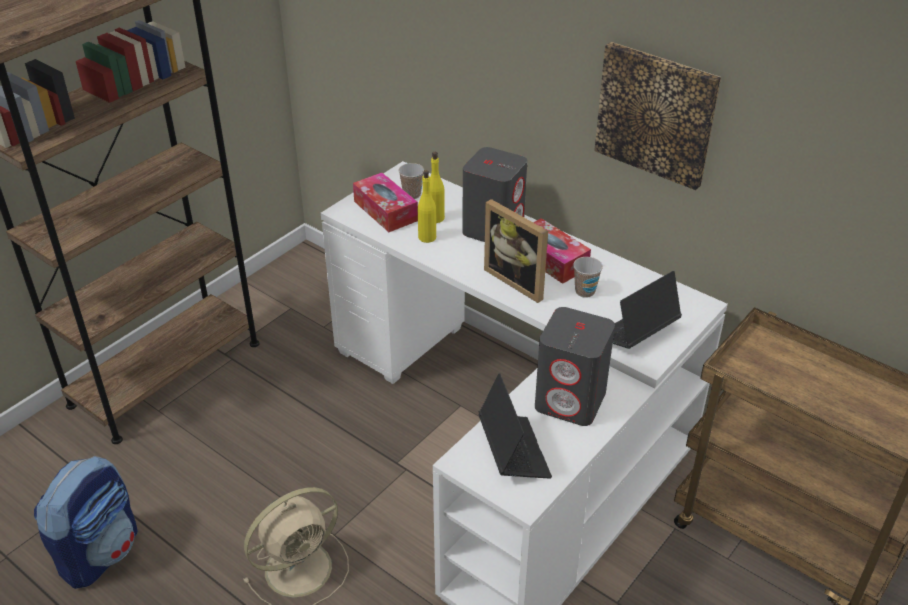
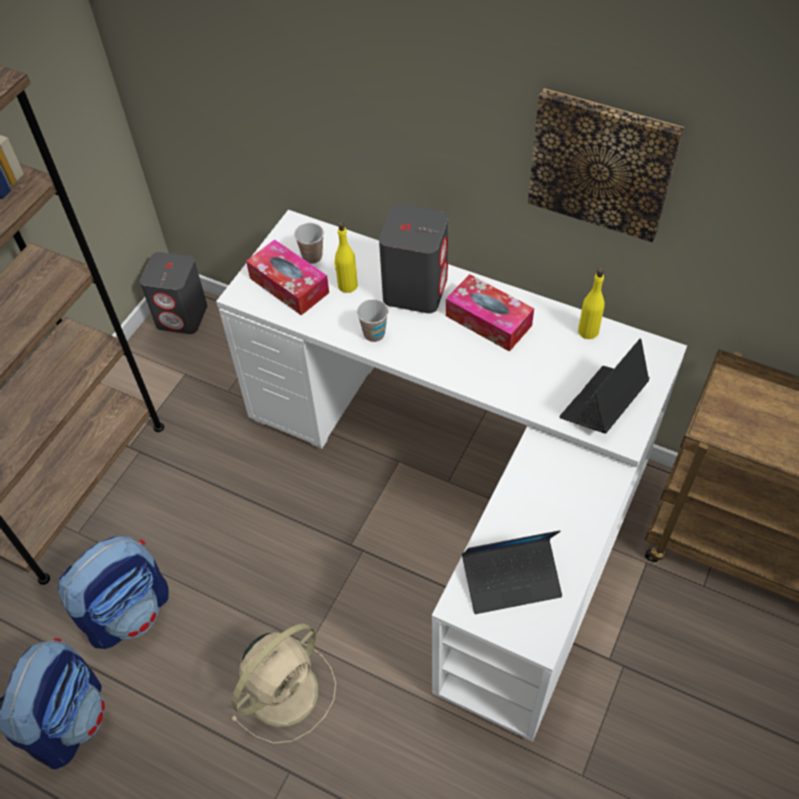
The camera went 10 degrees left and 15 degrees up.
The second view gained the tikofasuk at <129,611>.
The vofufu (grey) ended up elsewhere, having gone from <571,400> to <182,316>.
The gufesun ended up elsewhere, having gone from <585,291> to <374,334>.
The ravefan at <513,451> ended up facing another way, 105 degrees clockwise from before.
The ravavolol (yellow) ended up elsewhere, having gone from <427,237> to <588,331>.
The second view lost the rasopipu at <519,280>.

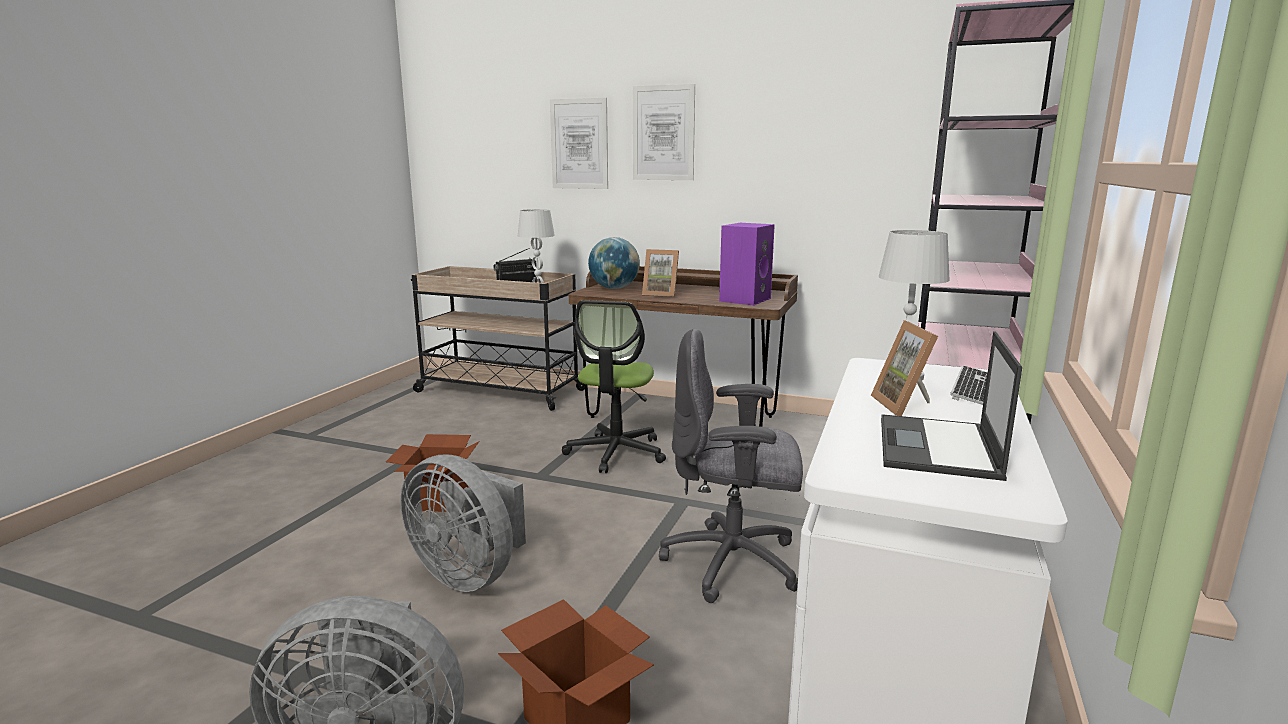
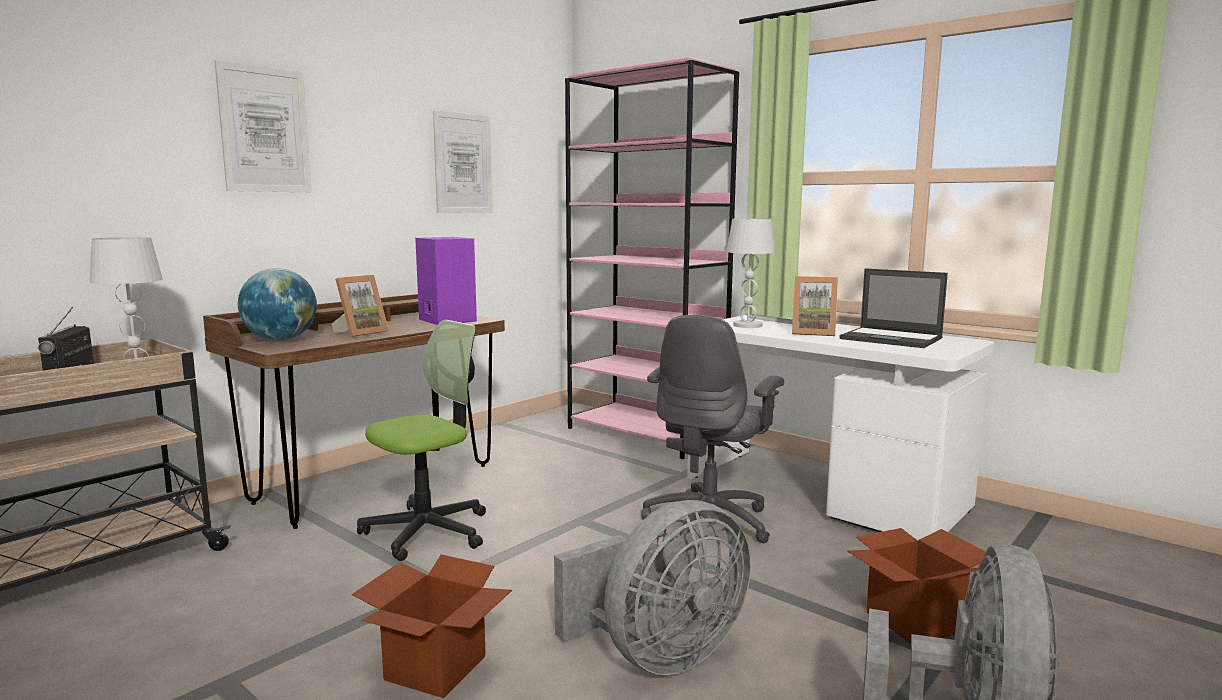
The camera went 70 degrees left and 5 degrees down.
The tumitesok at <616,452> ended up facing another way, 75 degrees counterclockwise from before.
The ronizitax ended up elsewhere, having gone from <579,144> to <463,163>.

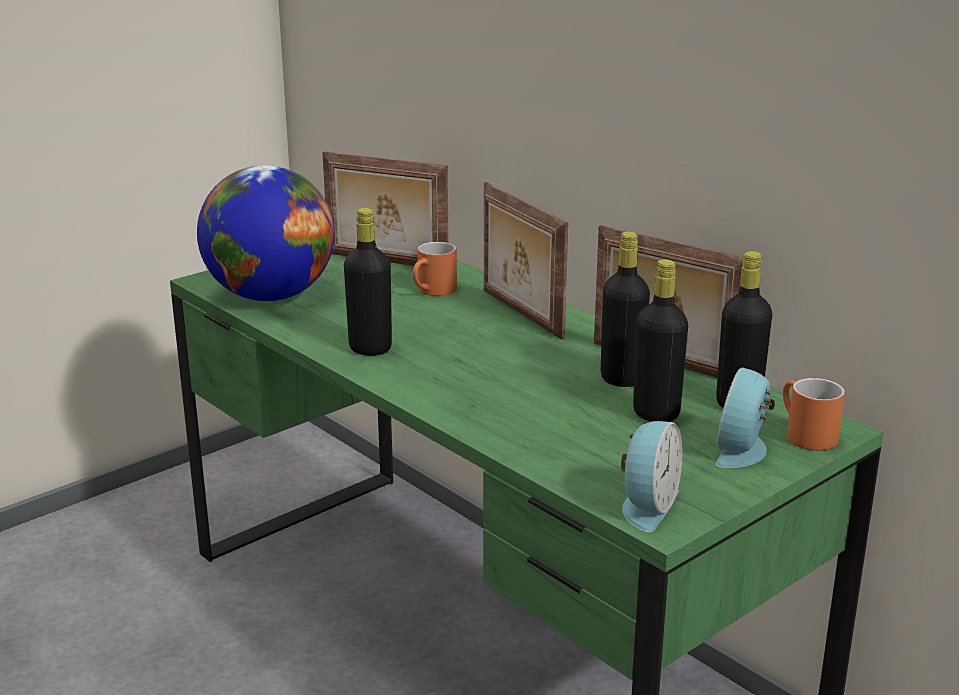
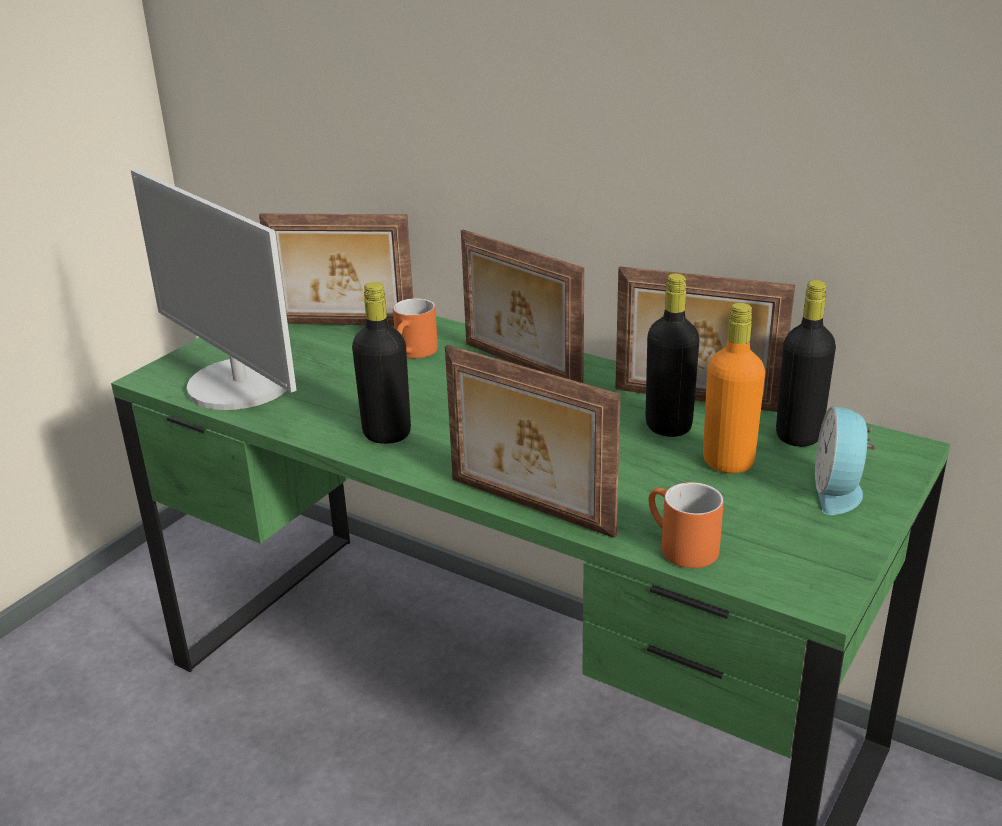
The camera went 15 degrees left and 5 degrees up.
Where the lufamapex stood at <270,296>, the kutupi came to stand at <239,385>.
The second view gained the rasopipu at <529,508>.
The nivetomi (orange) ended up elsewhere, having gone from <803,435> to <679,547>.
What was the ravavolol (black) at <656,413> turned into the ravavolol (orange) at <728,462>.
The second view lost the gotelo at <646,505>.

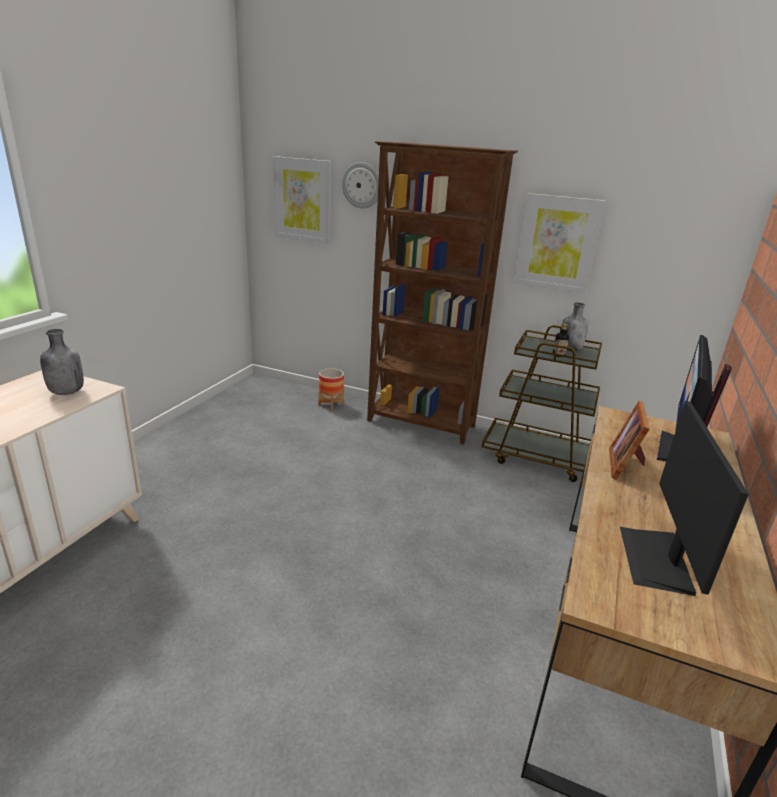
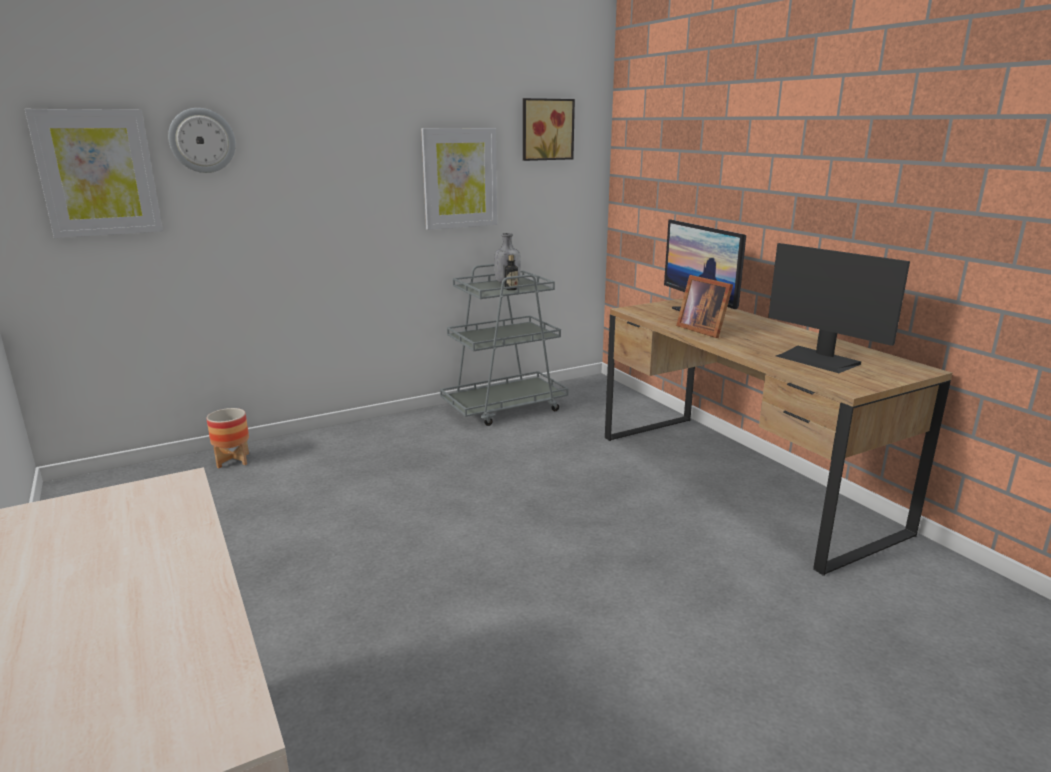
The camera went 50 degrees left and 5 degrees down.
What was the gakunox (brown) at <537,457> turned into the gakunox (grey) at <505,408>.
The second view gained the ronizitax at <546,129>.
The second view lost the ravavolol (grey) at <66,392>.
The second view lost the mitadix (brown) at <421,424>.

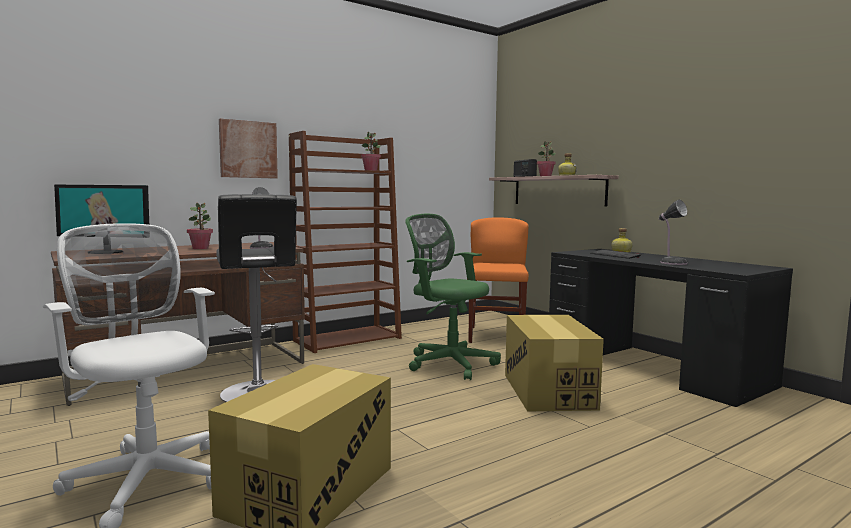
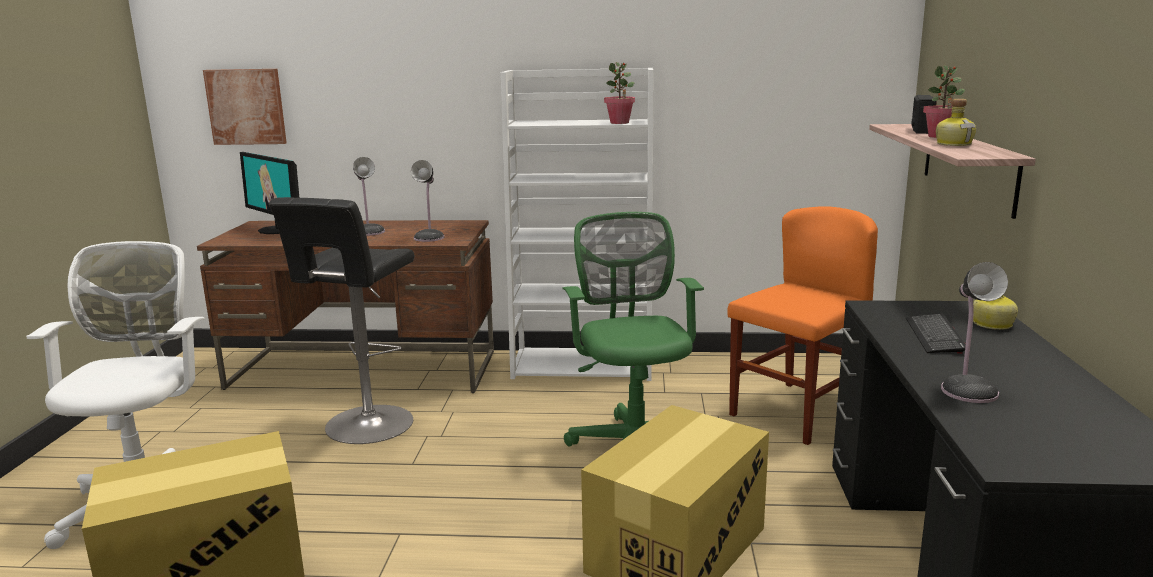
The camera went 40 degrees right and 10 degrees up.
The ronizitax ended up elsewhere, having gone from <248,149> to <246,106>.
Where the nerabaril stood at <200,248>, the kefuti came to stand at <370,231>.
What was the mitadix (brown) at <348,339> turned into the mitadix (white) at <584,365>.

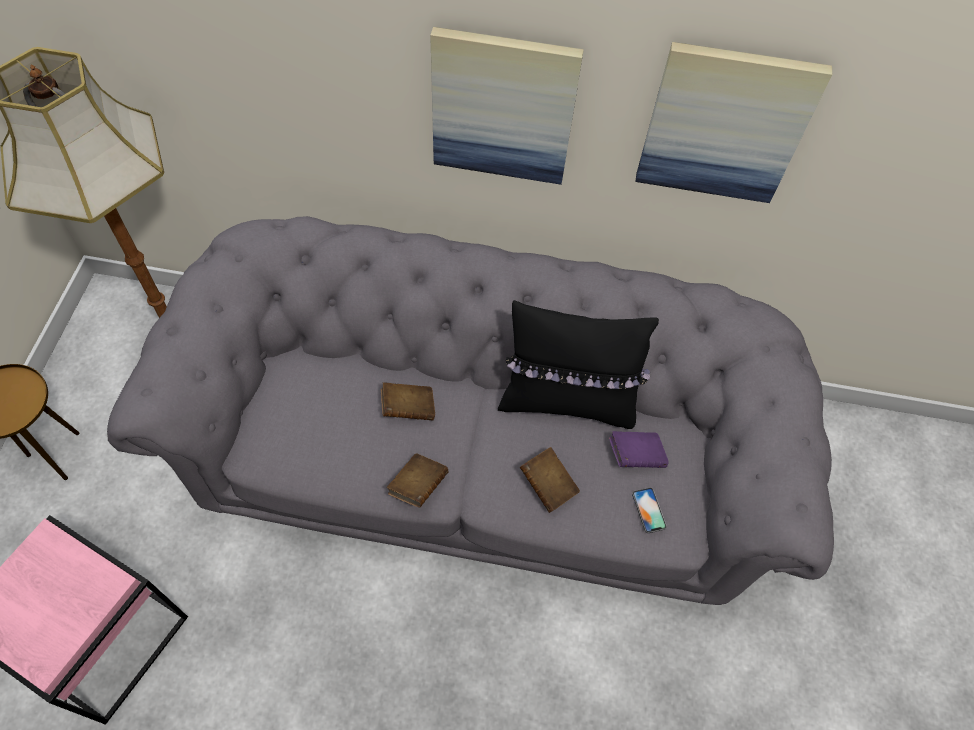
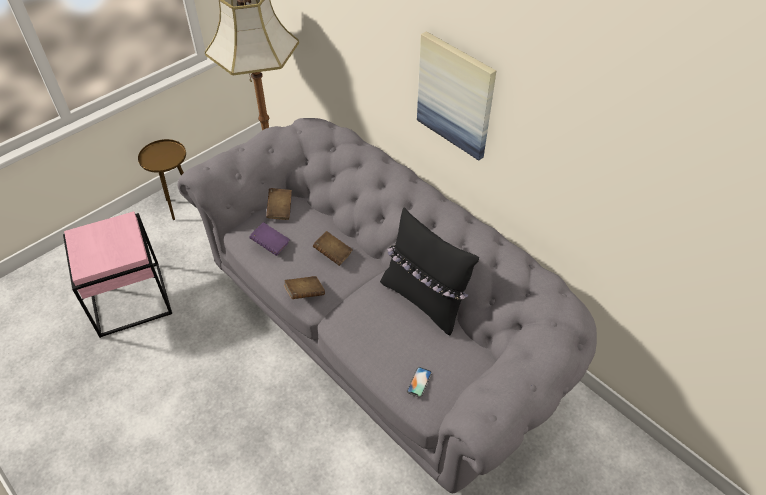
The camera went 40 degrees right and 10 degrees down.
The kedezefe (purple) ended up elsewhere, having gone from <635,456> to <270,245>.
The kedezefe (brown) ended up elsewhere, having gone from <548,485> to <280,210>.
The second view lost the ronizitax at <725,124>.

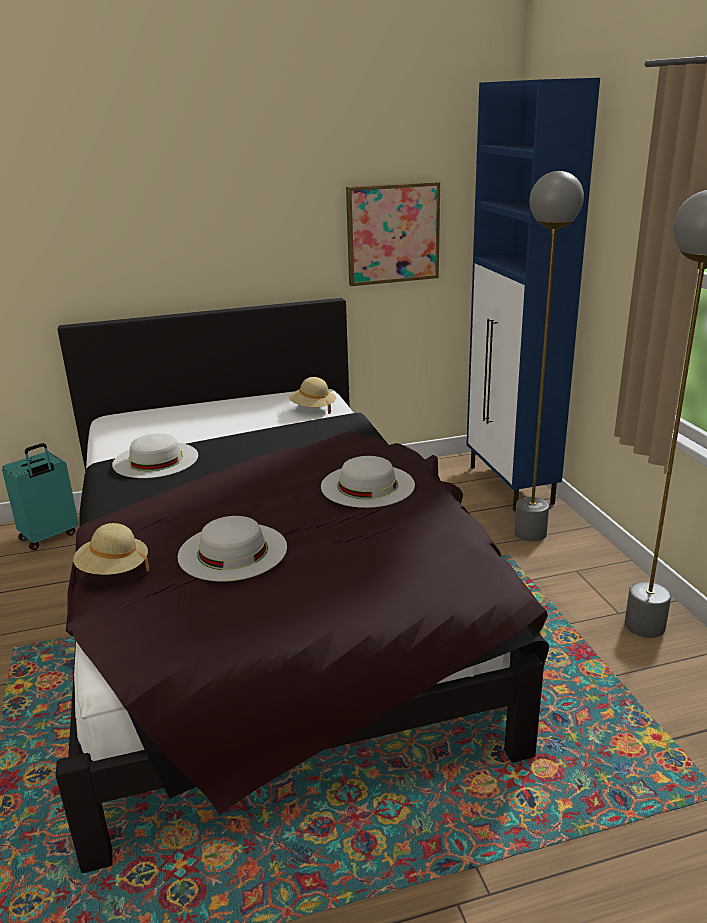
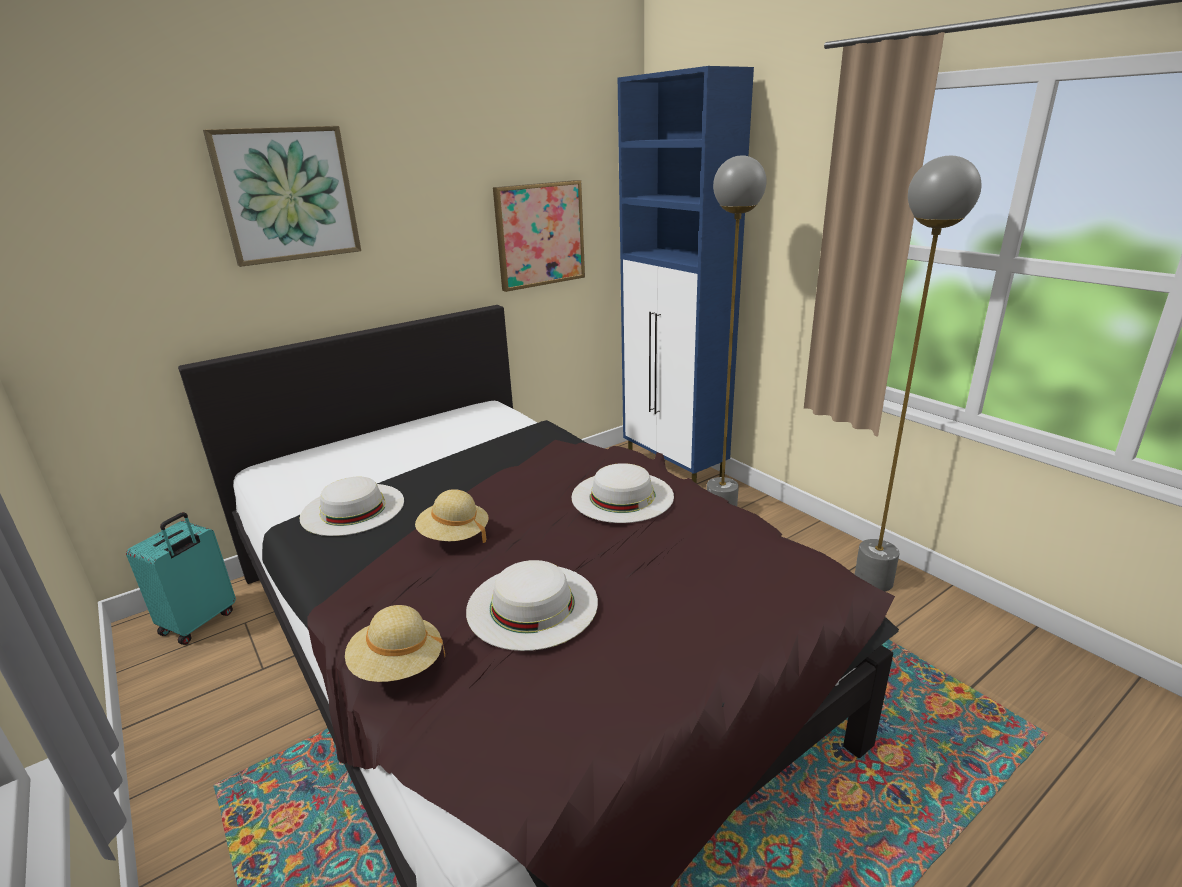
The camera went 20 degrees left and 0 degrees up.
The second view gained the ronizitax at <287,195>.
The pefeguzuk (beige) ended up elsewhere, having gone from <313,408> to <454,536>.

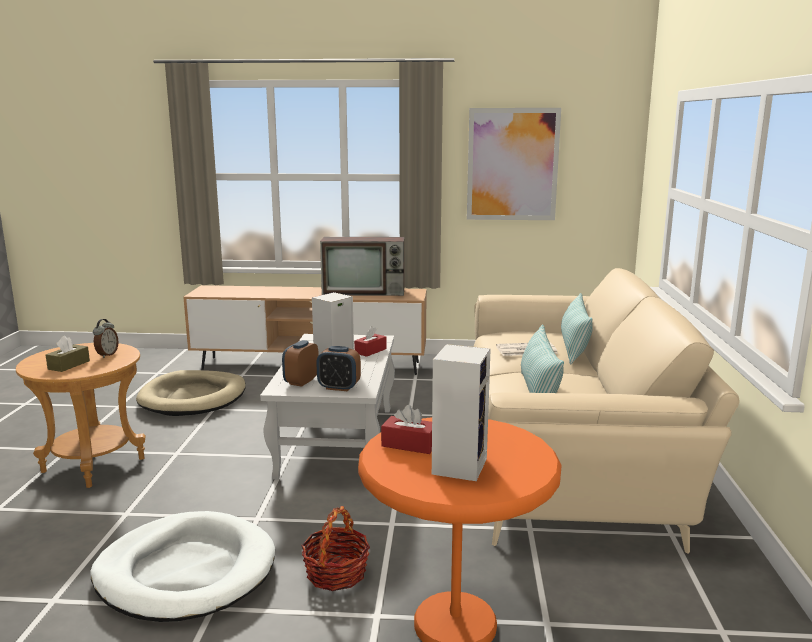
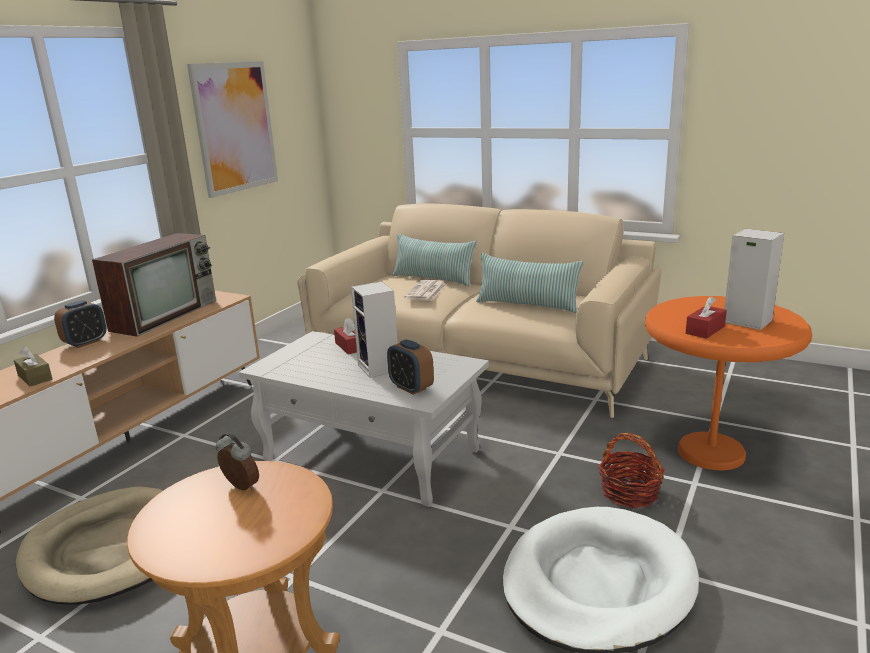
The camera went 65 degrees left and 5 degrees up.
The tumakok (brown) ended up elsewhere, having gone from <69,365> to <35,377>.
The gotelo ended up elsewhere, having gone from <339,387> to <85,342>.

